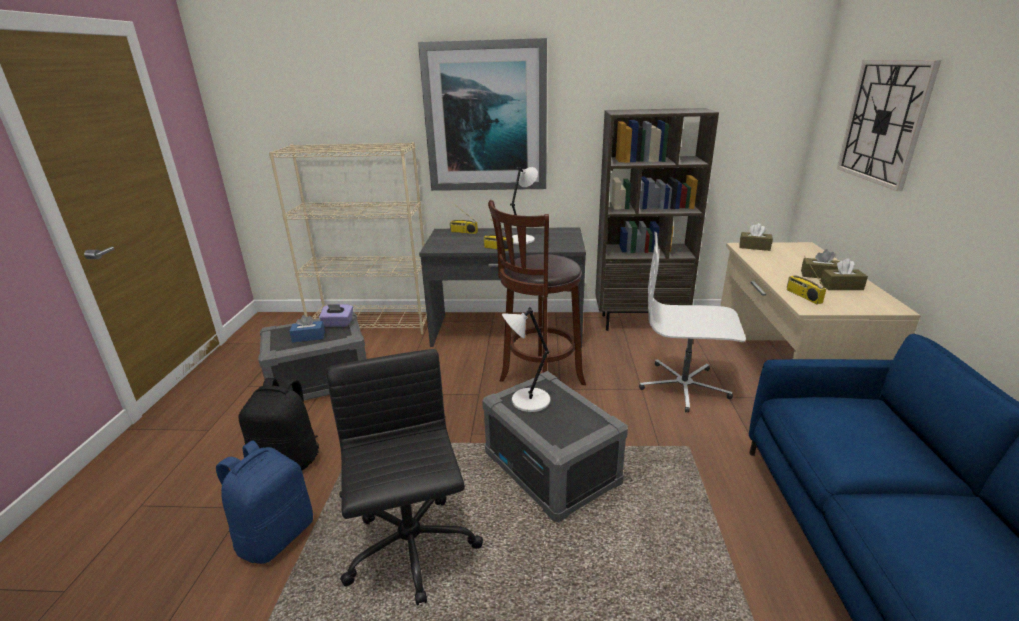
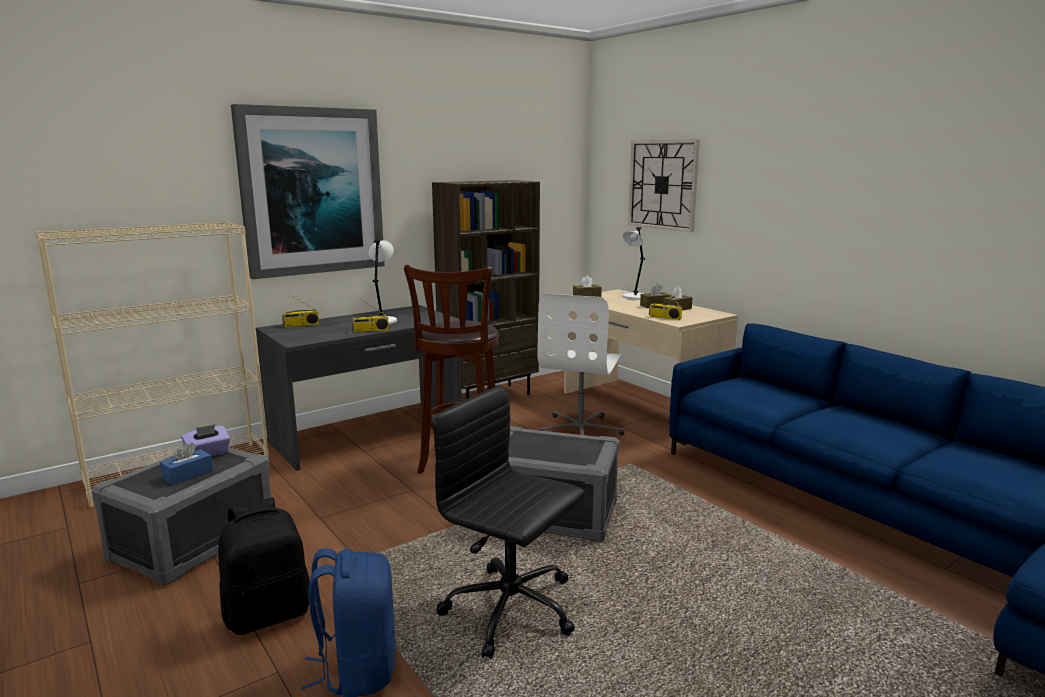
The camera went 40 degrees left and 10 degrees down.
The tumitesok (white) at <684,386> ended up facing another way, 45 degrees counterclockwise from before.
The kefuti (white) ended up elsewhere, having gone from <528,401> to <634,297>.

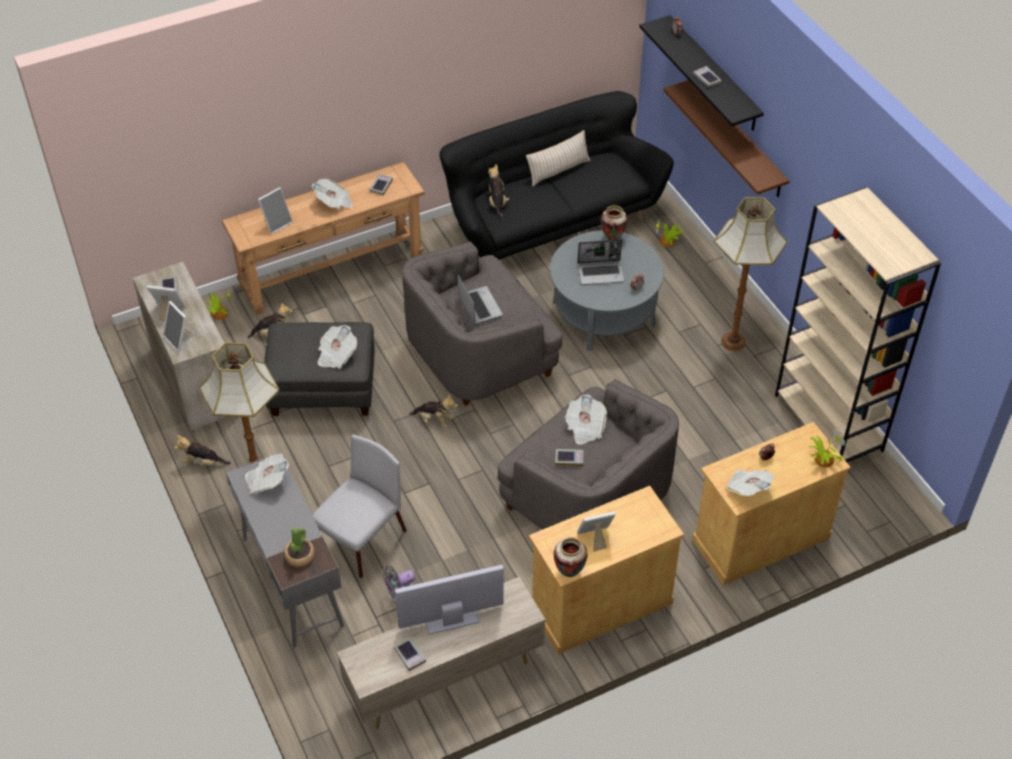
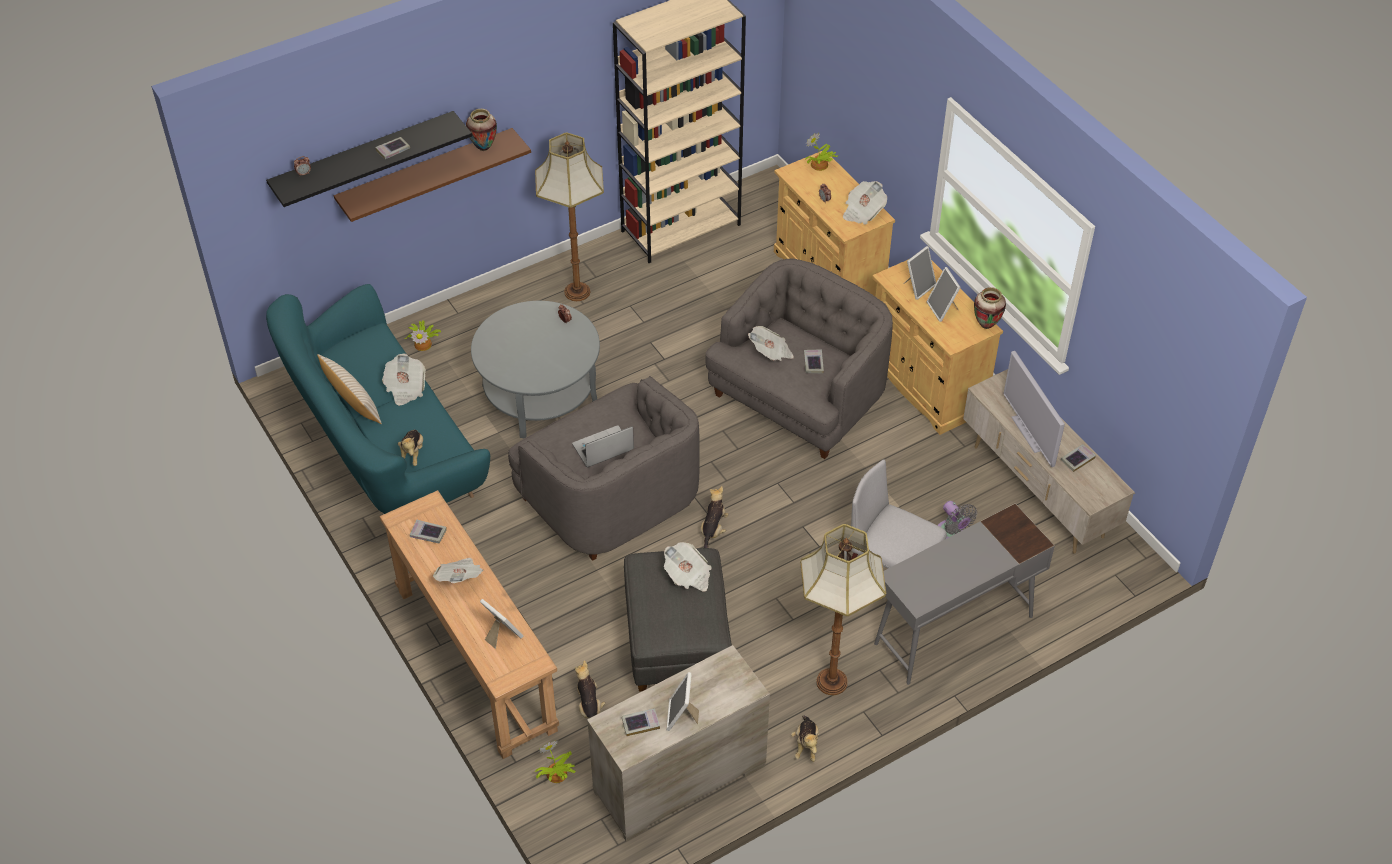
The camera went 95 degrees left and 0 degrees up.
What was the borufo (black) at <550,220> turned into the borufo (turquoise) at <383,448>.
The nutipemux ended up elsewhere, having gone from <267,481> to <405,388>.
The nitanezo at <497,202> ended up facing another way, 75 degrees counterclockwise from before.
The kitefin ended up elsewhere, having gone from <612,238> to <483,148>.
The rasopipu ended up elsewhere, having gone from <179,339> to <918,287>.
The second view lost the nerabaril at <300,556>.
The second view lost the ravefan at <601,273>.

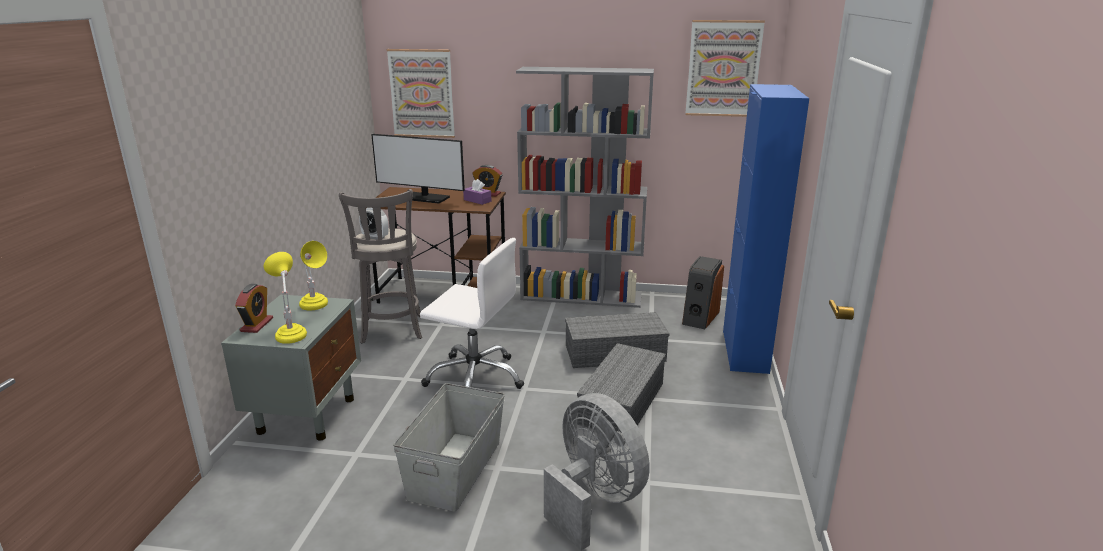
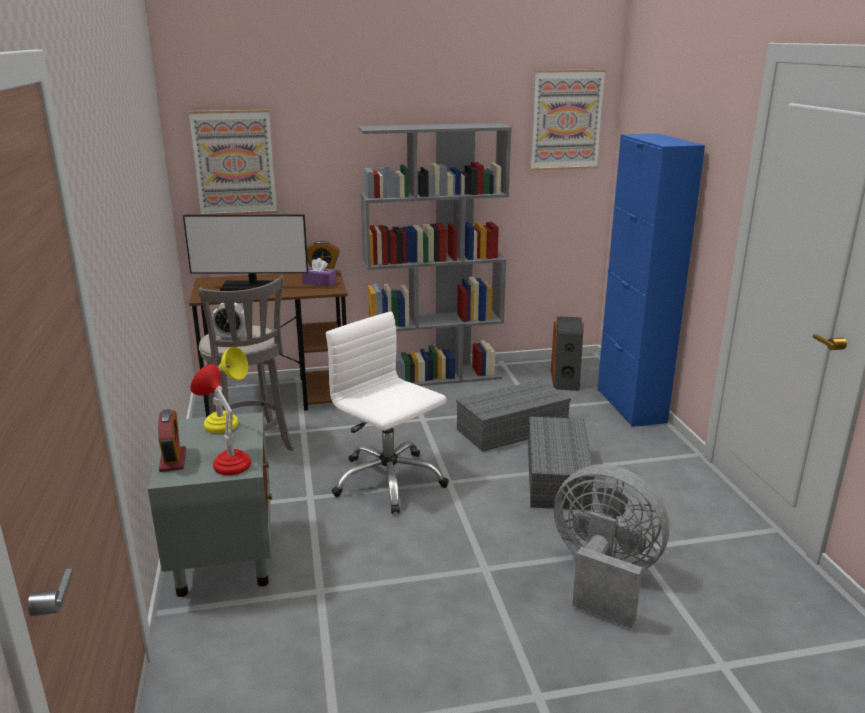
The camera went 20 degrees left and 0 degrees up.
What was the kefuti (yellow) at <290,333> turned into the kefuti (red) at <226,462>.
The tumitesok (white) at <475,378> ended up facing another way, 135 degrees counterclockwise from before.
The second view lost the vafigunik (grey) at <456,469>.

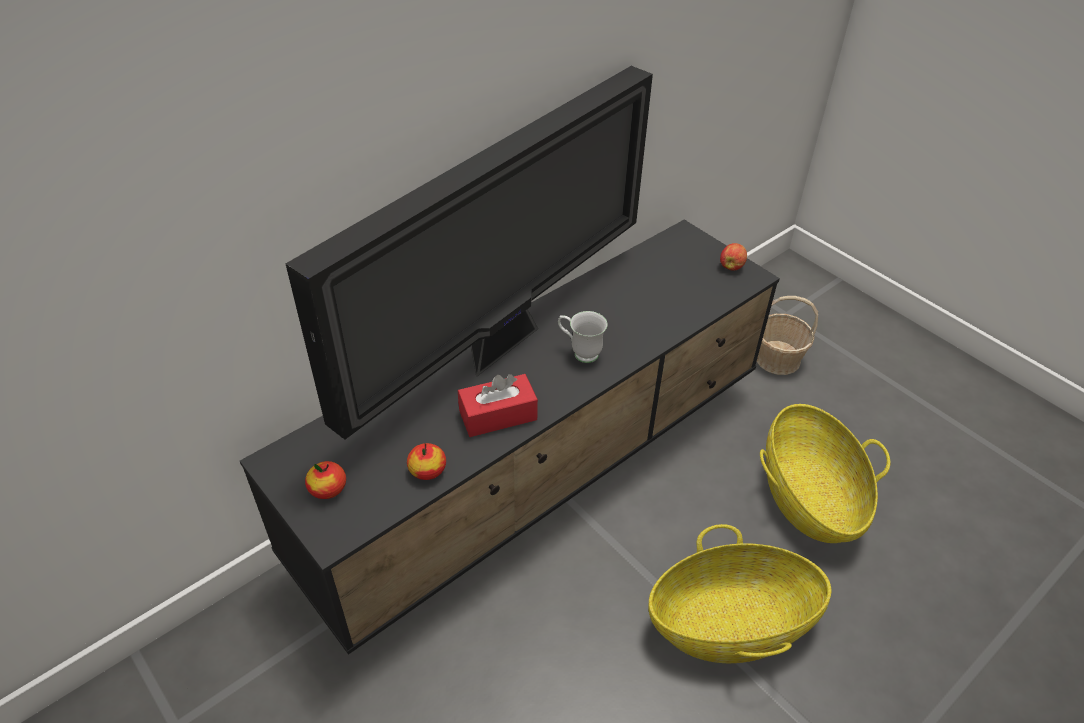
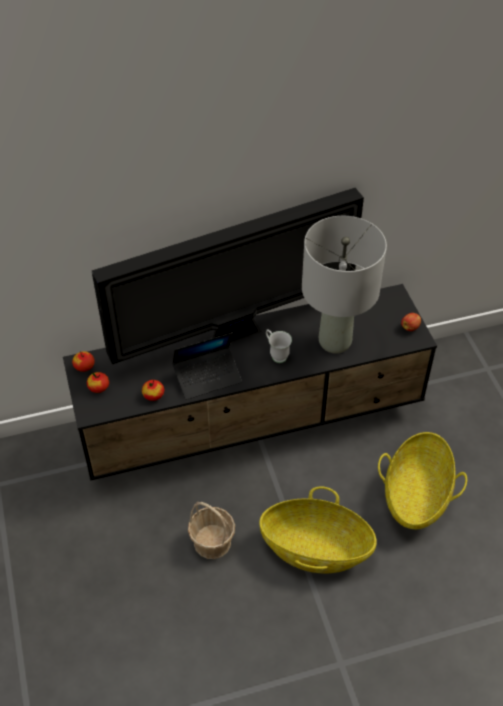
The camera went 25 degrees right and 5 degrees up.
The second view gained the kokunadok at <84,366>.
Where the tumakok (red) stood at <498,415>, the ravefan came to stand at <207,377>.
The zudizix ended up elsewhere, having gone from <777,358> to <212,541>.
The second view gained the kefuti (grey) at <335,342>.

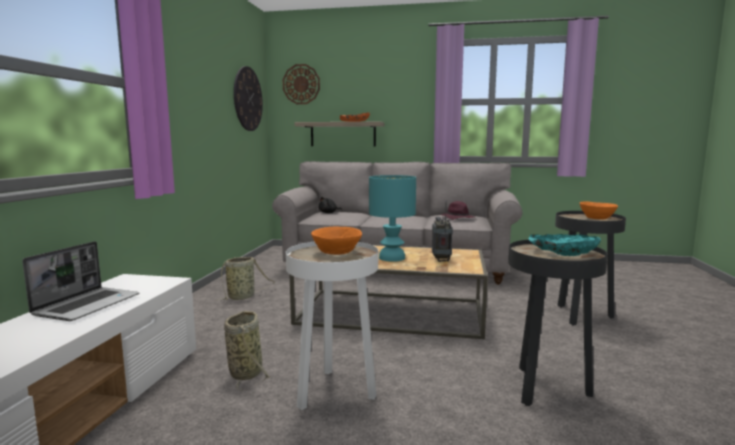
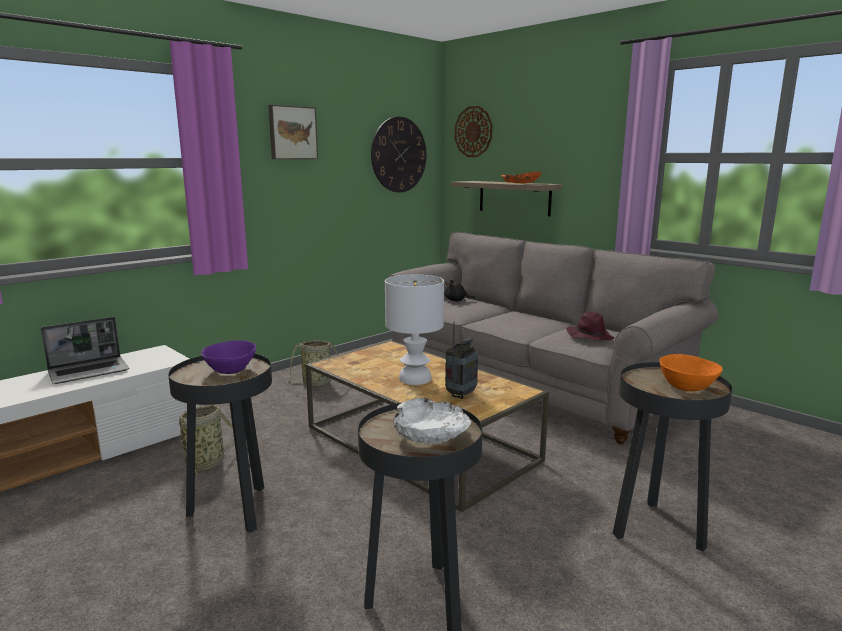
The camera went 35 degrees right and 5 degrees up.
What was the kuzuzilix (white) at <334,392> turned into the kuzuzilix (black) at <234,511>.
What was the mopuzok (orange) at <336,252> turned into the mopuzok (purple) at <230,370>.
The second view gained the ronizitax at <292,133>.
What was the kefuti (turquoise) at <391,258> turned into the kefuti (white) at <414,379>.
What was the mopuzok (turquoise) at <563,253> turned into the mopuzok (white) at <430,434>.

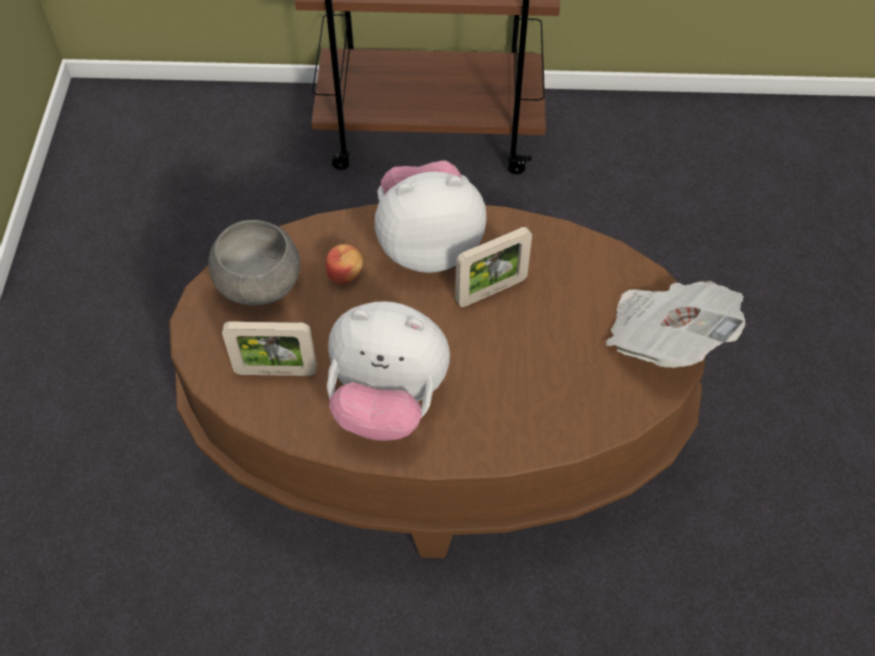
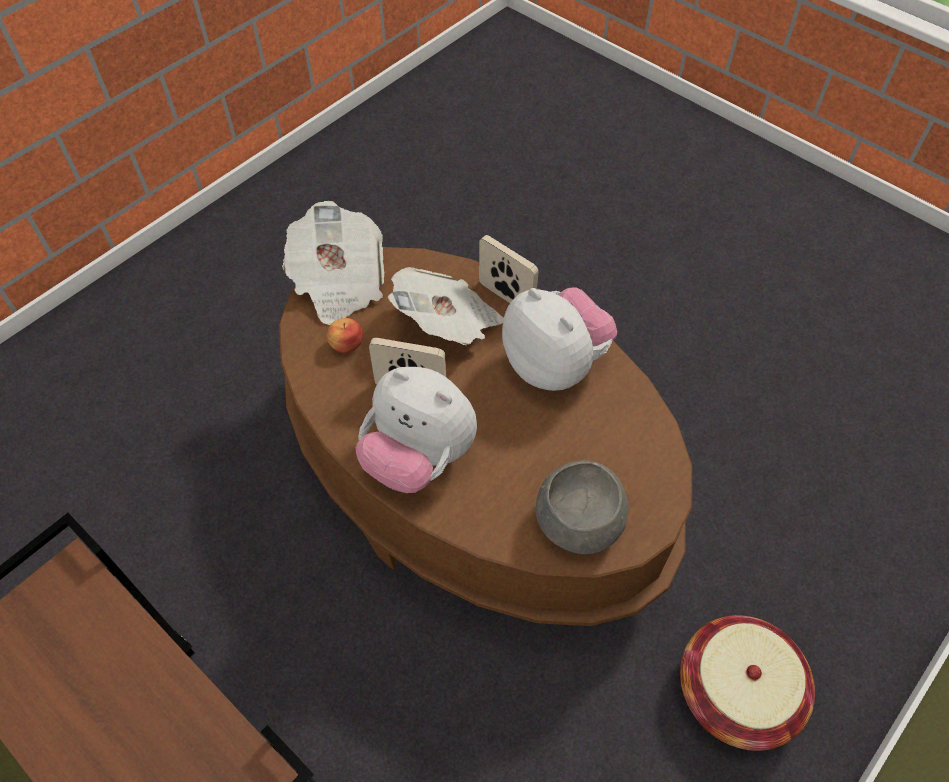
The camera went 140 degrees left and 0 degrees up.
The kokunadok ended up elsewhere, having gone from <345,274> to <346,344>.
The second view gained the nutipemux at <448,324>.
The rasopipu ended up elsewhere, having gone from <276,371> to <506,297>.
The second view gained the zudizix at <736,691>.

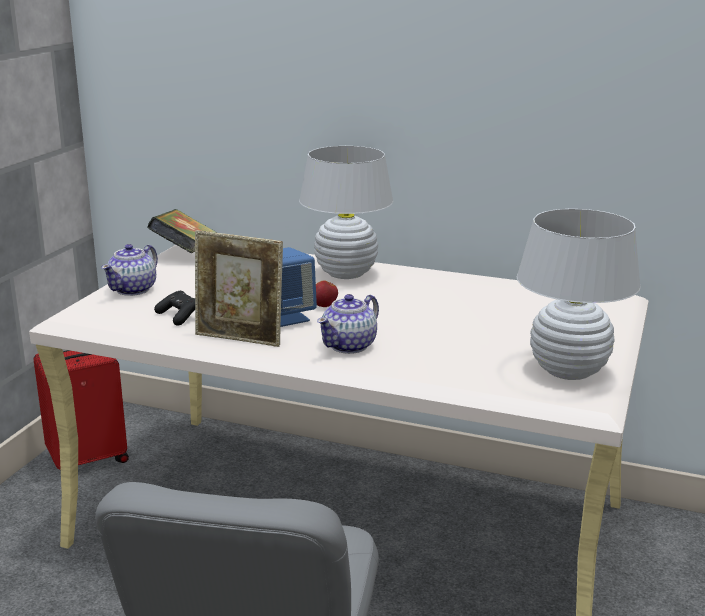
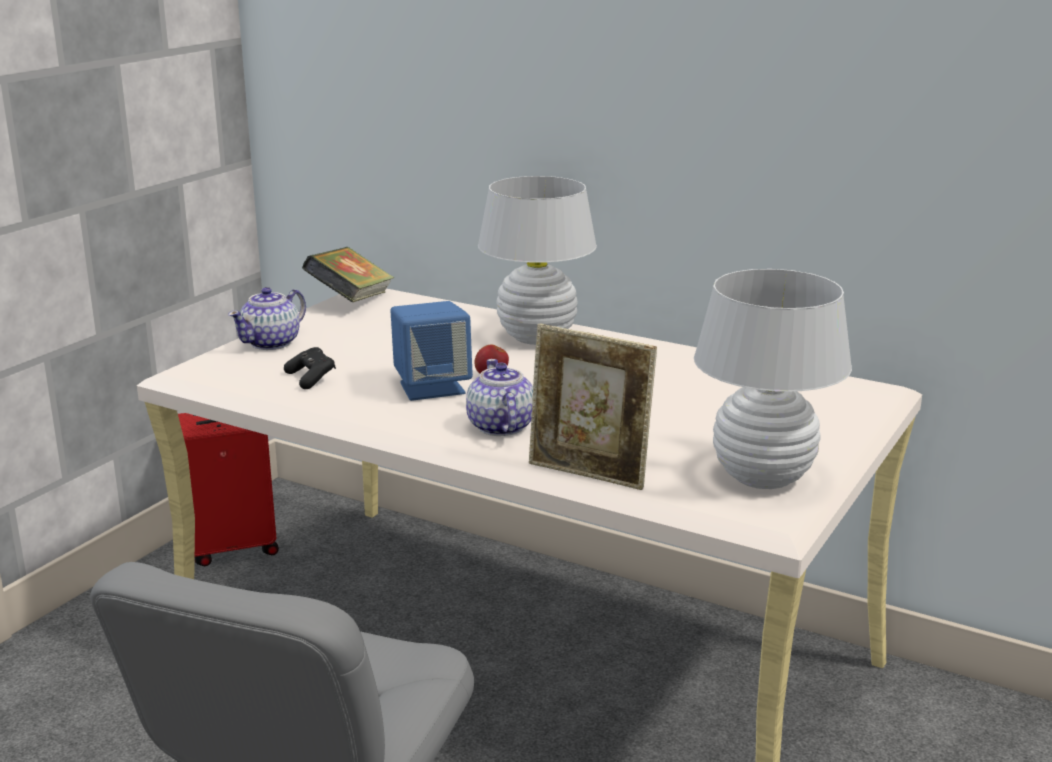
The camera went 10 degrees right and 0 degrees up.
The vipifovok at <349,345> ended up facing another way, 120 degrees clockwise from before.
The rasopipu ended up elsewhere, having gone from <239,339> to <588,474>.

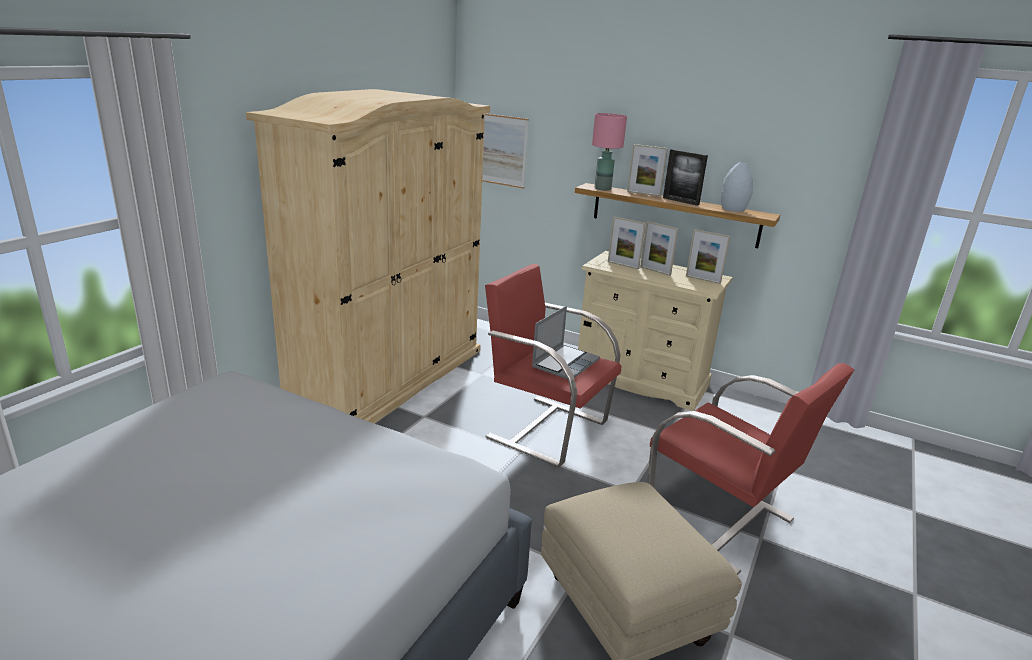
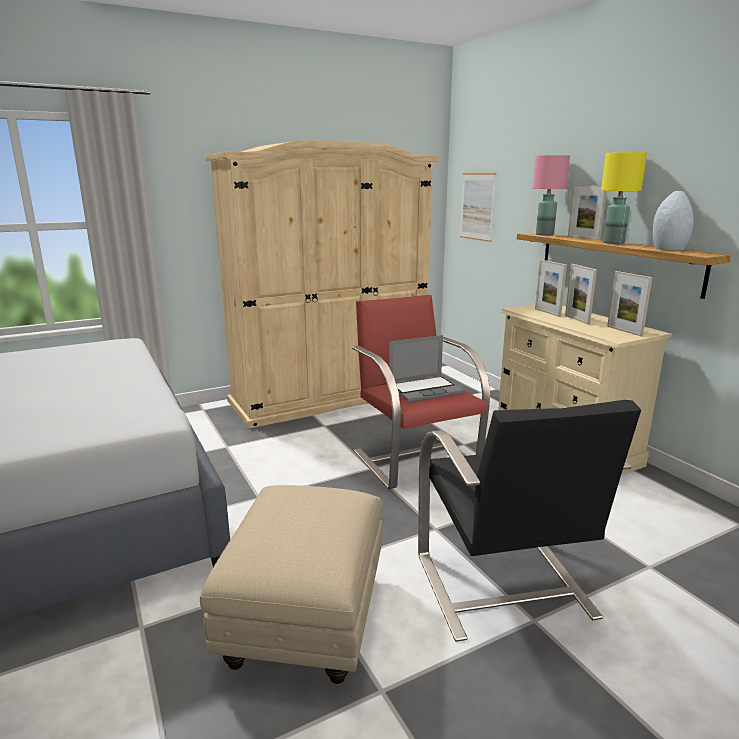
The camera went 35 degrees right and 5 degrees down.
What was the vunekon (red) at <721,521> turned into the vunekon (black) at <504,587>.
Where the rasopipu stood at <680,201>, the kefuti (yellow) came to stand at <614,243>.

